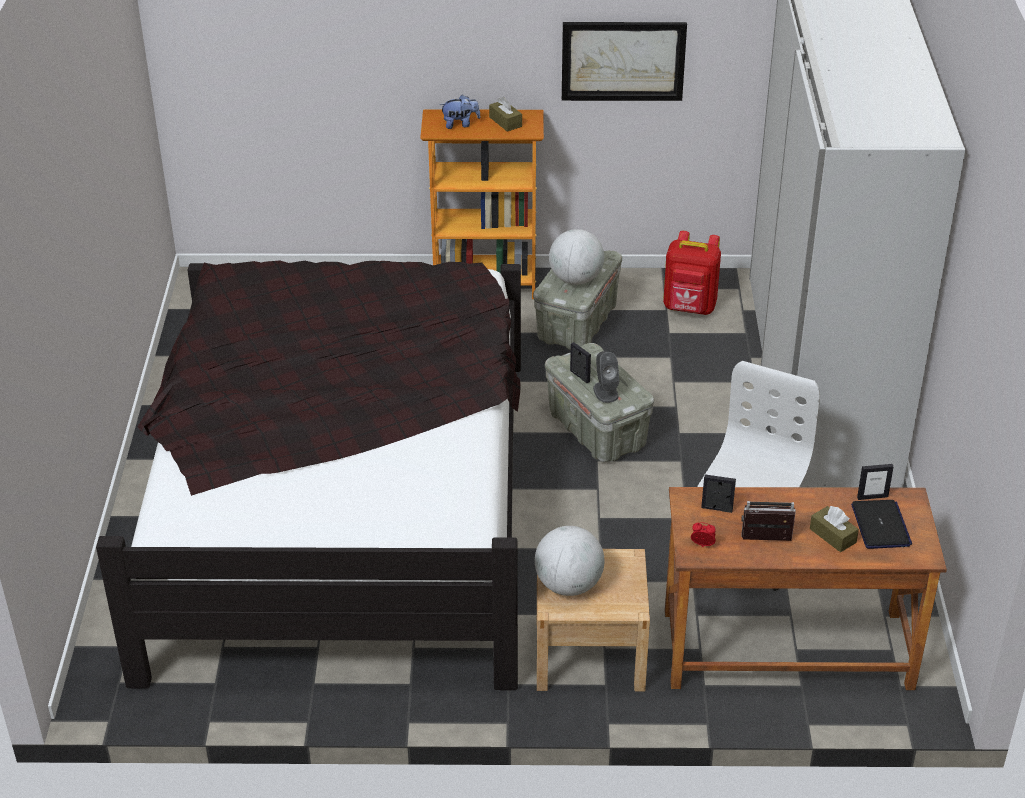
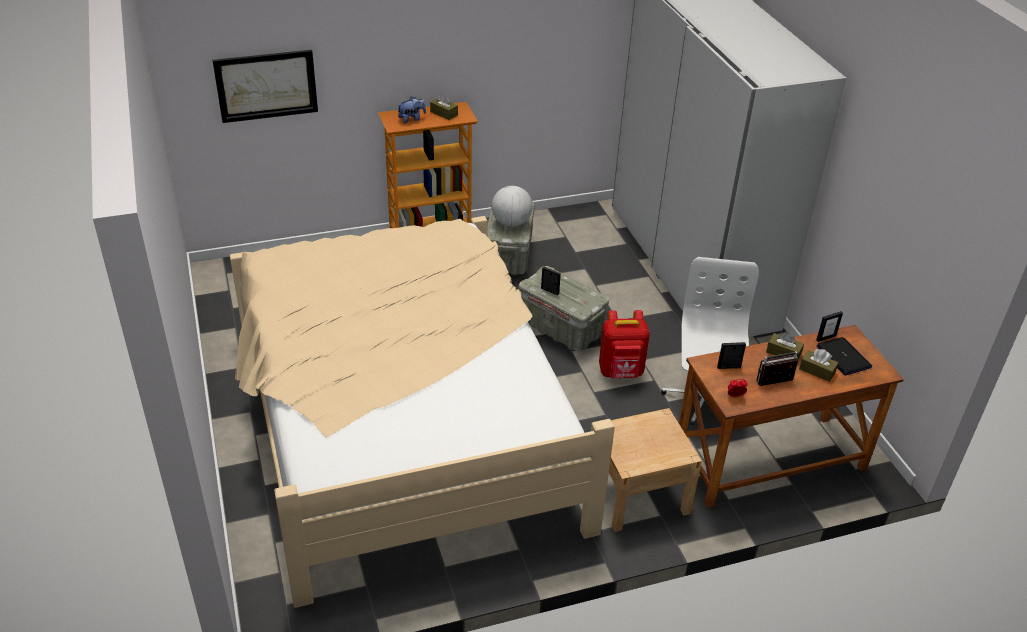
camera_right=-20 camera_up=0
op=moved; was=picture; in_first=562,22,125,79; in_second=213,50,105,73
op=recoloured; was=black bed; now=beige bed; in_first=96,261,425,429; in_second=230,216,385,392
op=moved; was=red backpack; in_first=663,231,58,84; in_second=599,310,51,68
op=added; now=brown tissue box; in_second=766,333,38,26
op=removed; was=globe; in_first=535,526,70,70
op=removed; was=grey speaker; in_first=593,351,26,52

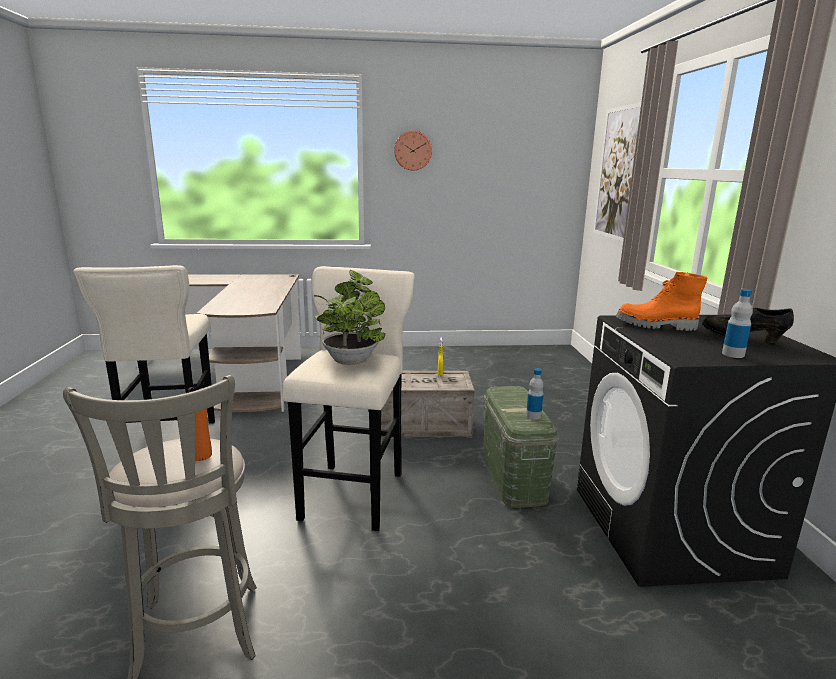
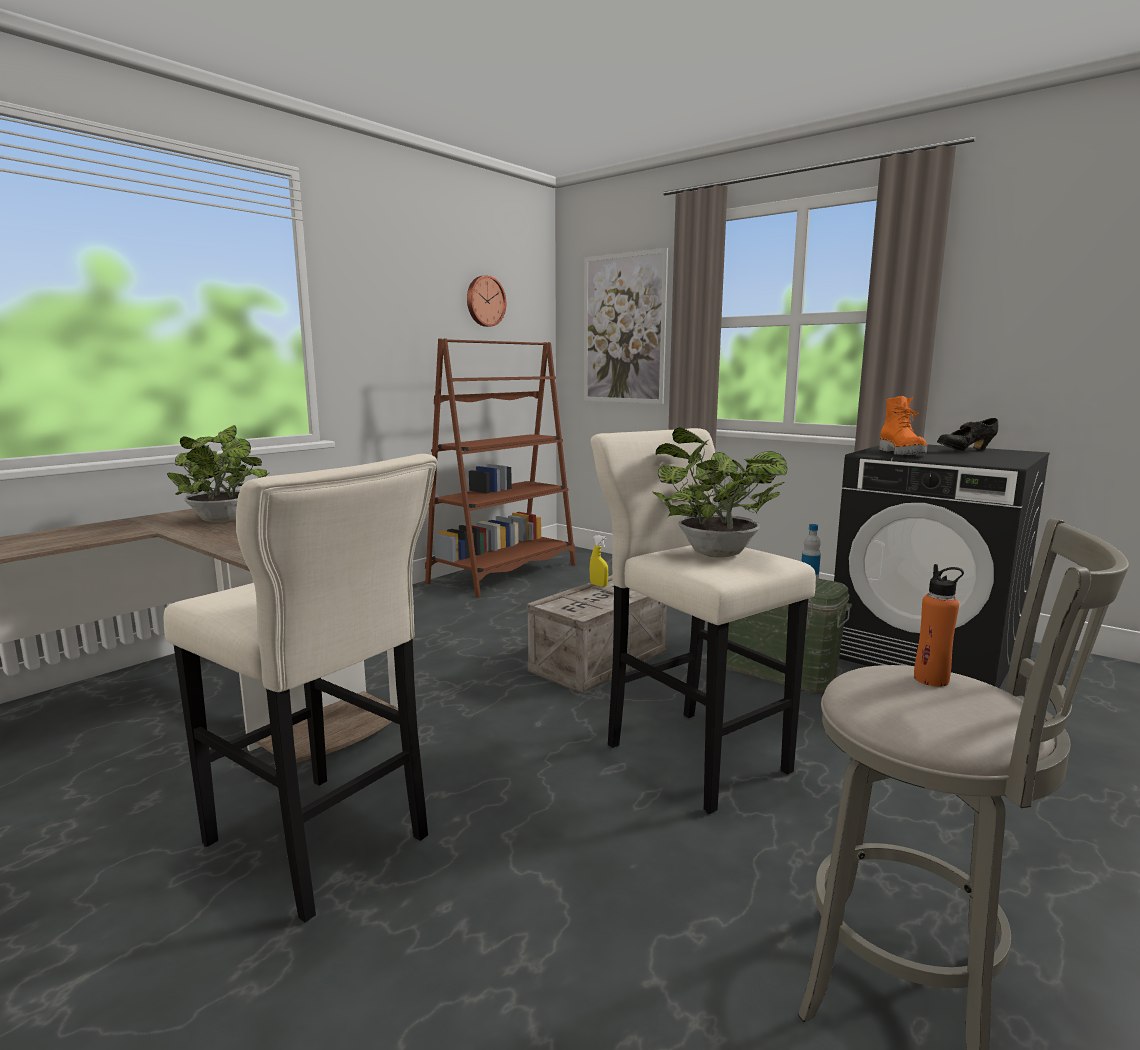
camera_right=-45 camera_up=-5
op=added; now=potted plant; in_second=167,425,102,97
op=added; now=brown bookcase; in_second=425,338,151,259
op=moved; was=wall clock; in_first=394,131,38,40; in_second=467,275,39,52
op=turned; was=orange boot; in_first=616,272,92,59; in_second=879,396,49,59; clockwise=-60
op=removed; was=bottle; in_first=722,289,31,69

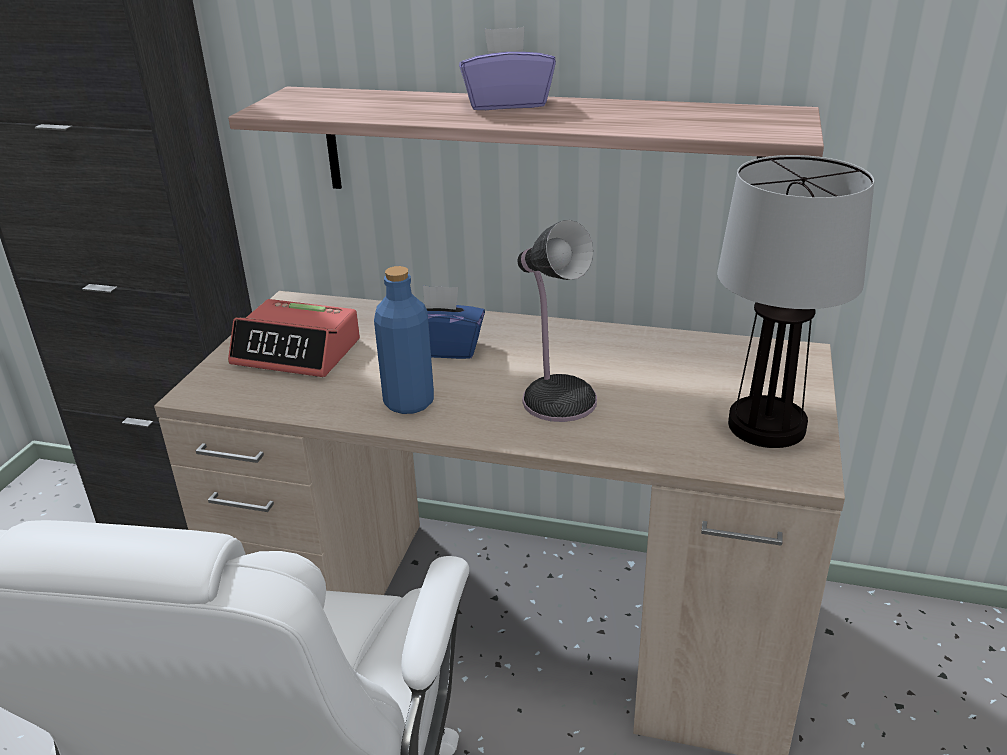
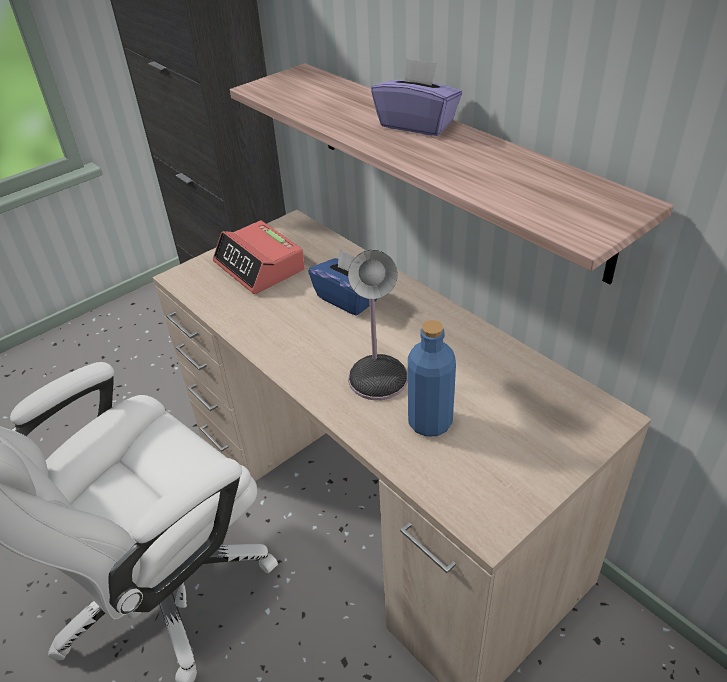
camera_right=35 camera_up=10
op=moved; was=blue bottle; in_first=374,266,60,148; in_second=408,320,48,117
op=removed; was=table lamp; in_first=717,155,157,293

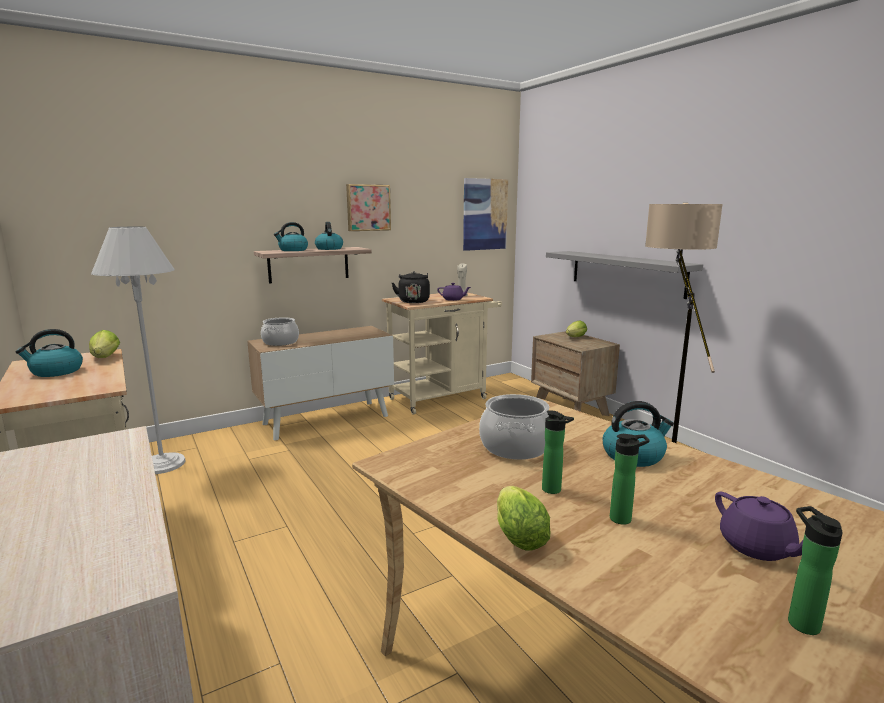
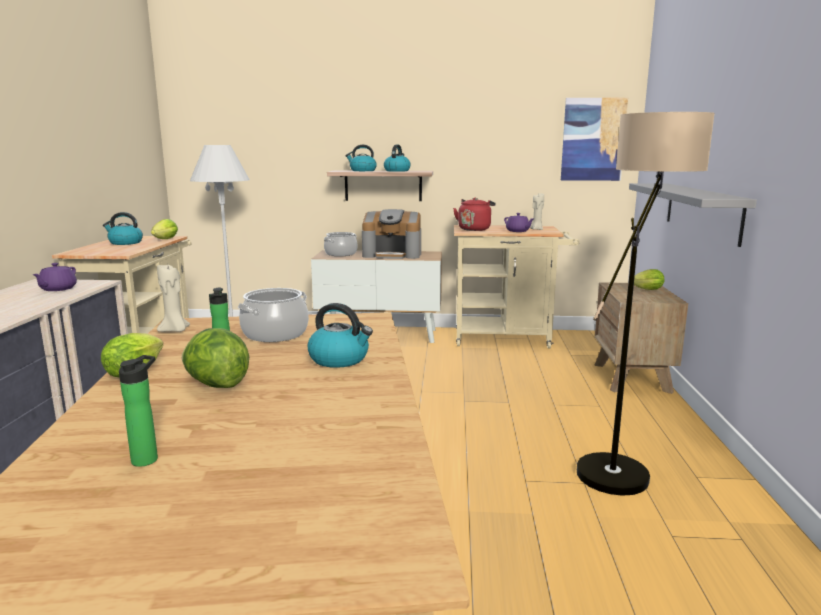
camera_right=35 camera_up=0
op=moved; was=purple teapot; in_first=715,492,88,69; in_second=32,263,45,28
op=added; now=beige candle; in_second=157,265,33,67
op=replaced; was=bottle; now=lettuce; in_first=610,434,40,91; in_second=182,328,67,60
op=added; now=coffee machine; in_second=362,209,59,50
op=recoloured; was=black kettle; now=red kettle; in_first=392,271,38,32; in_second=453,198,43,33
op=removed; was=picture; in_first=346,184,45,47

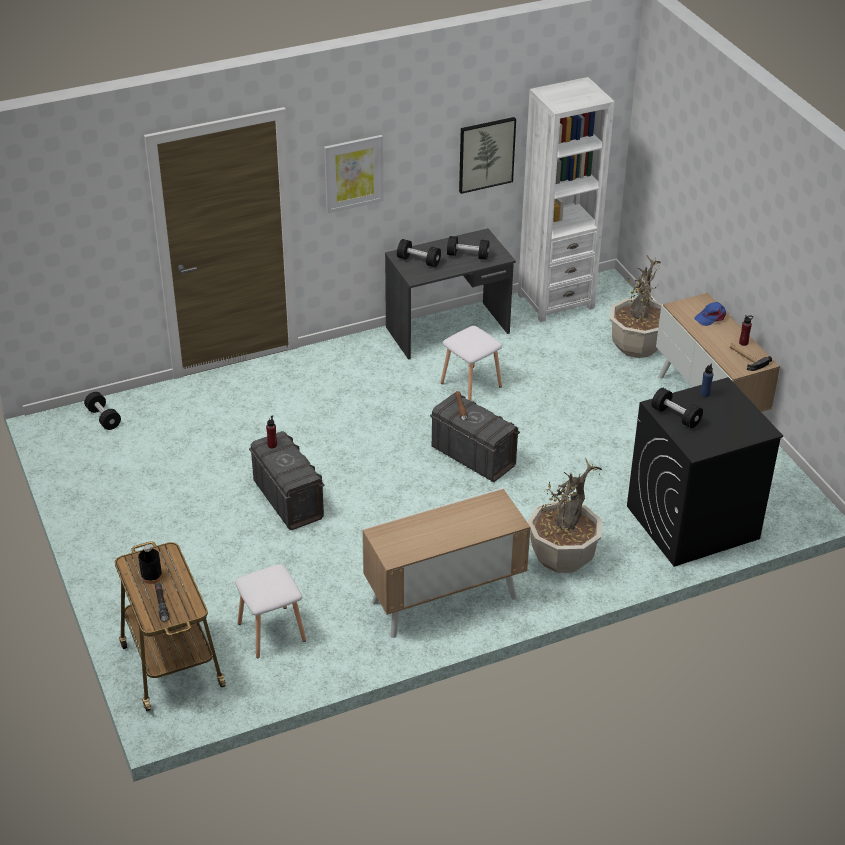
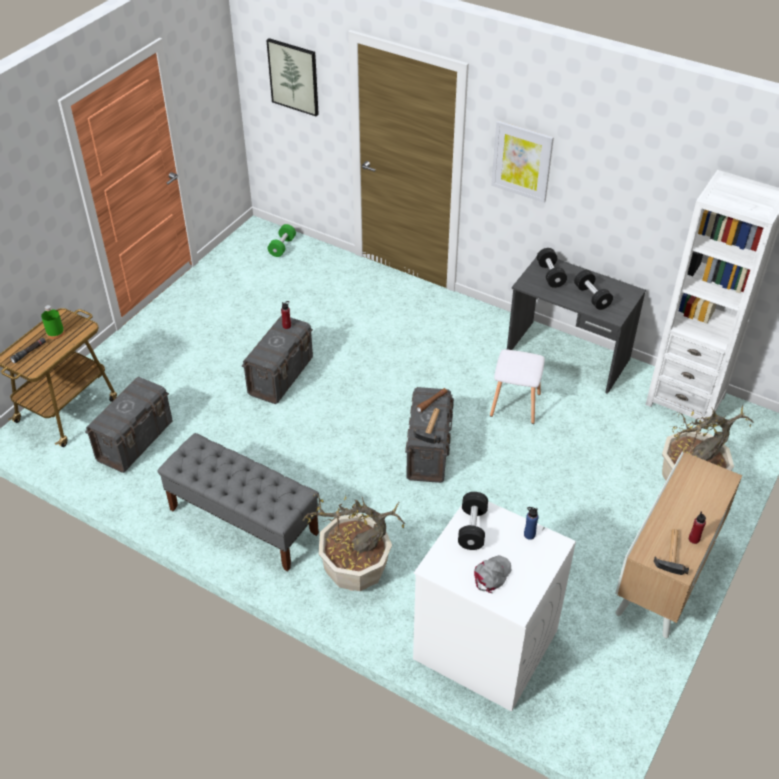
camera_right=55 camera_up=5
op=recoloured; was=black bottle; now=green bottle; in_first=138,544,25,40; in_second=41,305,24,34
op=replaced; was=white stool; now=grey storage box; in_first=235,564,71,94; in_second=85,377,88,96
op=replaced; was=cabinet; now=grey bench; in_first=362,488,168,150; in_second=158,433,161,138
op=moved; was=picture; in_first=459,117,57,77; in_second=266,38,53,78
op=recoloured; was=black dumbbell; now=green dumbbell; in_first=84,392,37,38; in_second=268,224,28,33
op=recoloured; was=black washing machine; now=white washing machine; in_first=627,377,156,190; in_second=413,501,163,211
op=added; now=hammer; in_second=414,408,26,36
op=added; now=grey cap; in_second=474,555,37,38
op=removed; was=blue cap; in_first=694,302,32,24

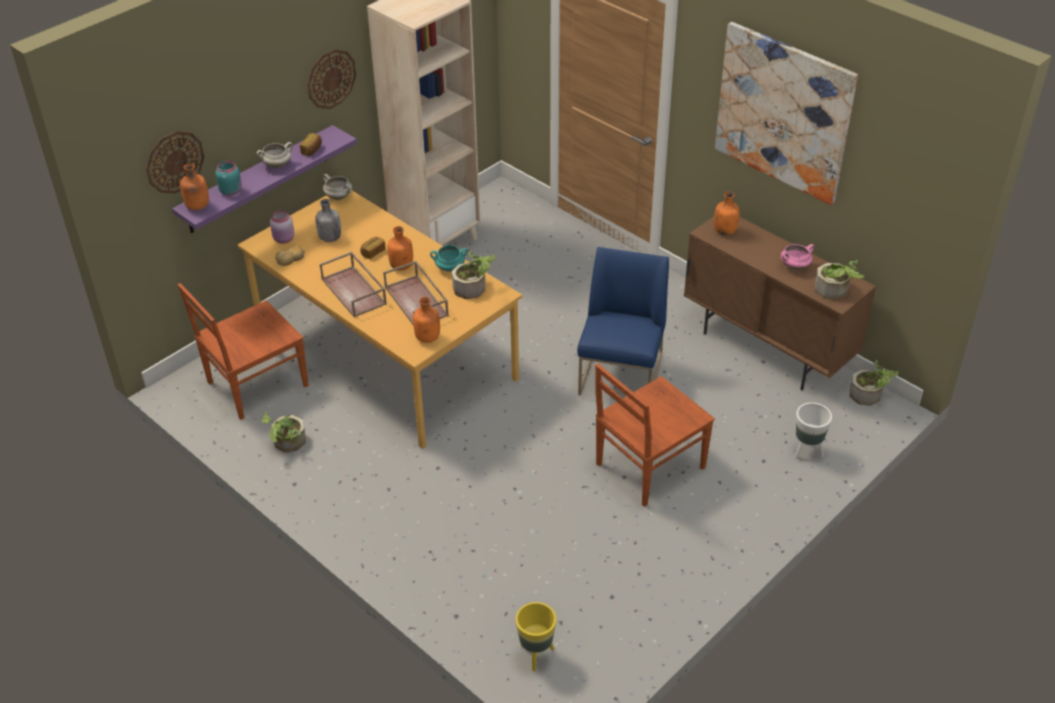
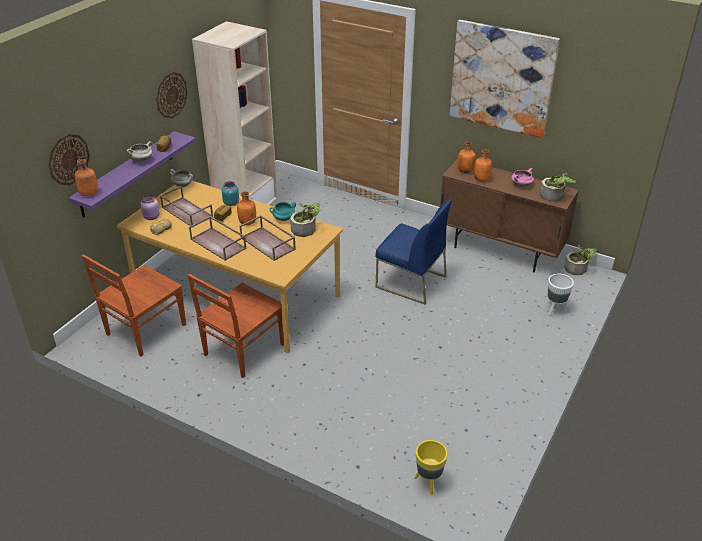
camera_right=-15 camera_up=-5
op=replaced; was=grey bottle; now=brown tray; in_first=315,199,26,43; in_second=160,186,53,40
op=moved; was=brown chair; in_first=595,363,120,144; in_second=188,274,96,104
op=moved; was=turquoise jar; in_first=215,161,27,35; in_second=222,181,17,25
op=turned; was=blue chair; in_first=577,247,92,148; in_second=376,199,76,106; clockwise=120
op=moved; was=orange bottle; in_first=413,297,27,46; in_second=474,149,18,32
op=removed; was=potted plant; in_first=262,411,44,41

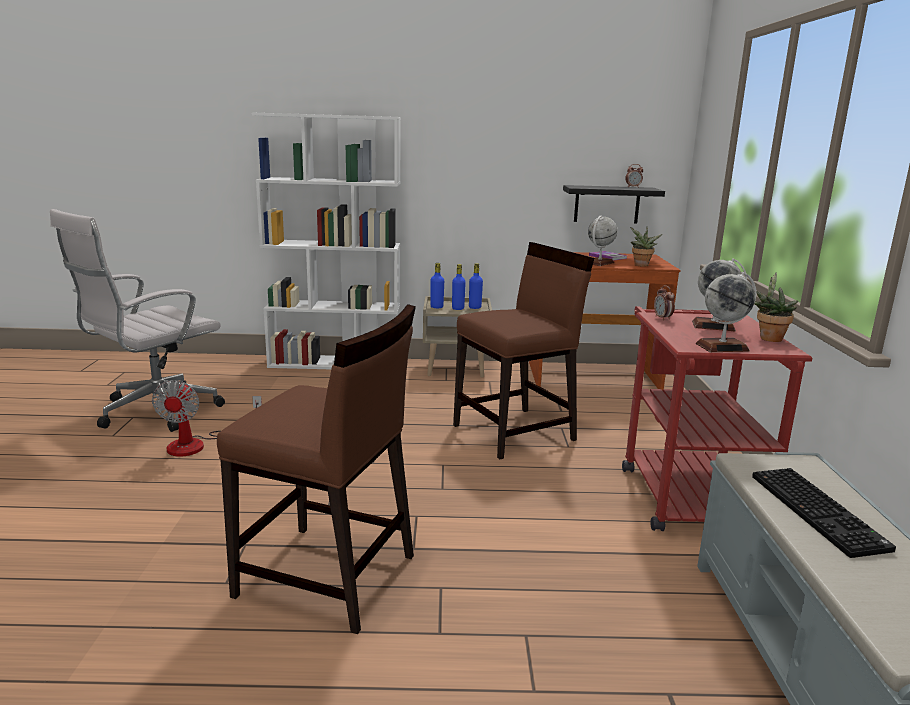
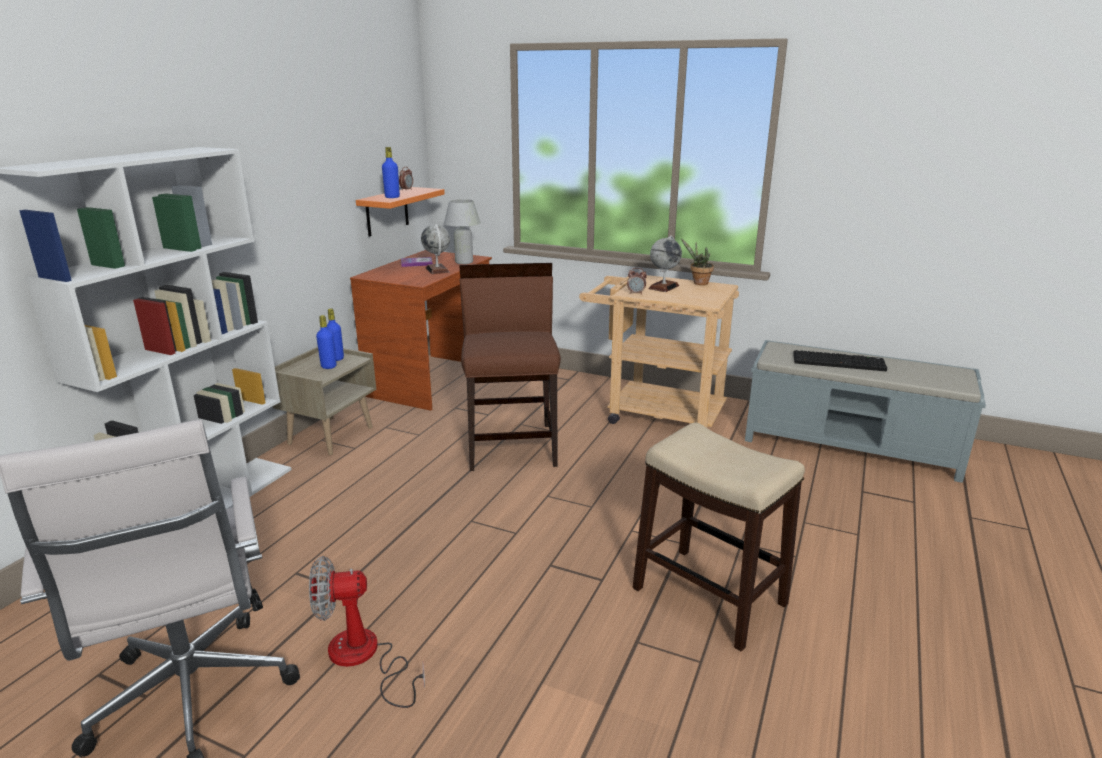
camera_right=-65 camera_up=5
op=turned; was=fan; in_first=152,380,110,76; in_second=309,556,116,152; clockwise=150
op=recoloured; was=black shelf; now=orange shelf; in_first=563,185,102,39; in_second=356,187,89,49
op=moved; was=blue bottle; in_first=430,263,14,45; in_second=382,147,18,51
op=replaced; was=potted plant; now=white table lamp; in_first=630,227,32,40; in_second=444,199,37,65
op=recoloured; was=red cart; now=beige cart; in_first=622,306,190,225; in_second=579,275,160,153
op=replaced; was=brown chair; now=stool; in_first=217,304,199,330; in_second=633,423,172,228
op=removed; was=globe; in_first=696,272,61,80

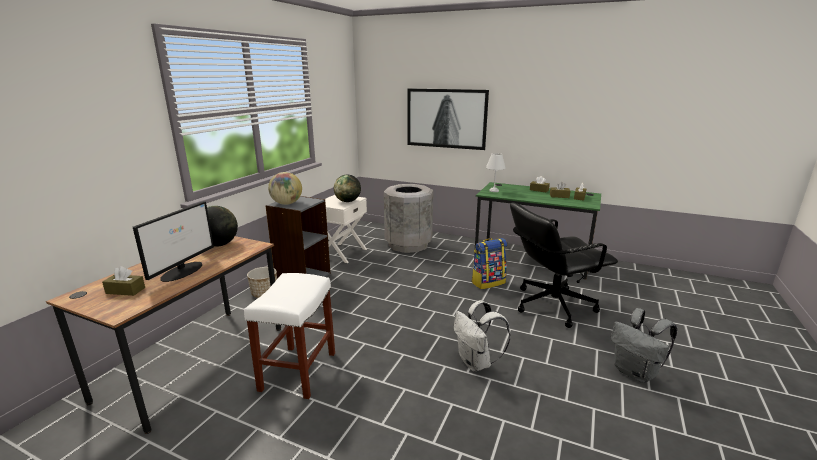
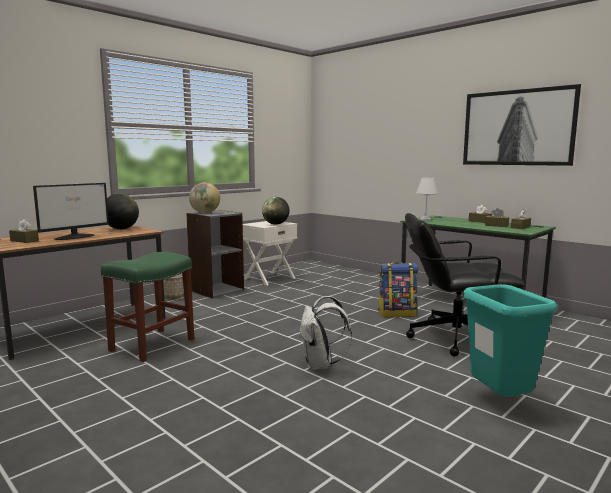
camera_right=20 camera_up=-10
op=recoloured; was=white stool; now=green stool; in_first=244,273,91,126; in_second=101,252,93,110
op=moved; was=picture; in_first=408,88,81,62; in_second=463,84,118,82
op=replaced; was=grey backpack; now=turquoise trash can; in_first=611,308,67,75; in_second=463,284,95,113
op=removed; was=grey trash can; in_first=384,184,49,69

